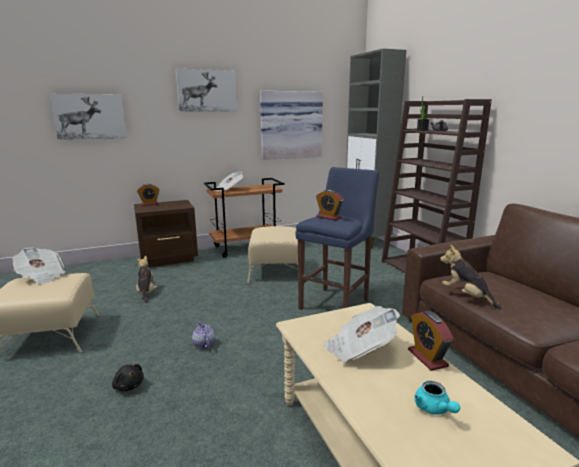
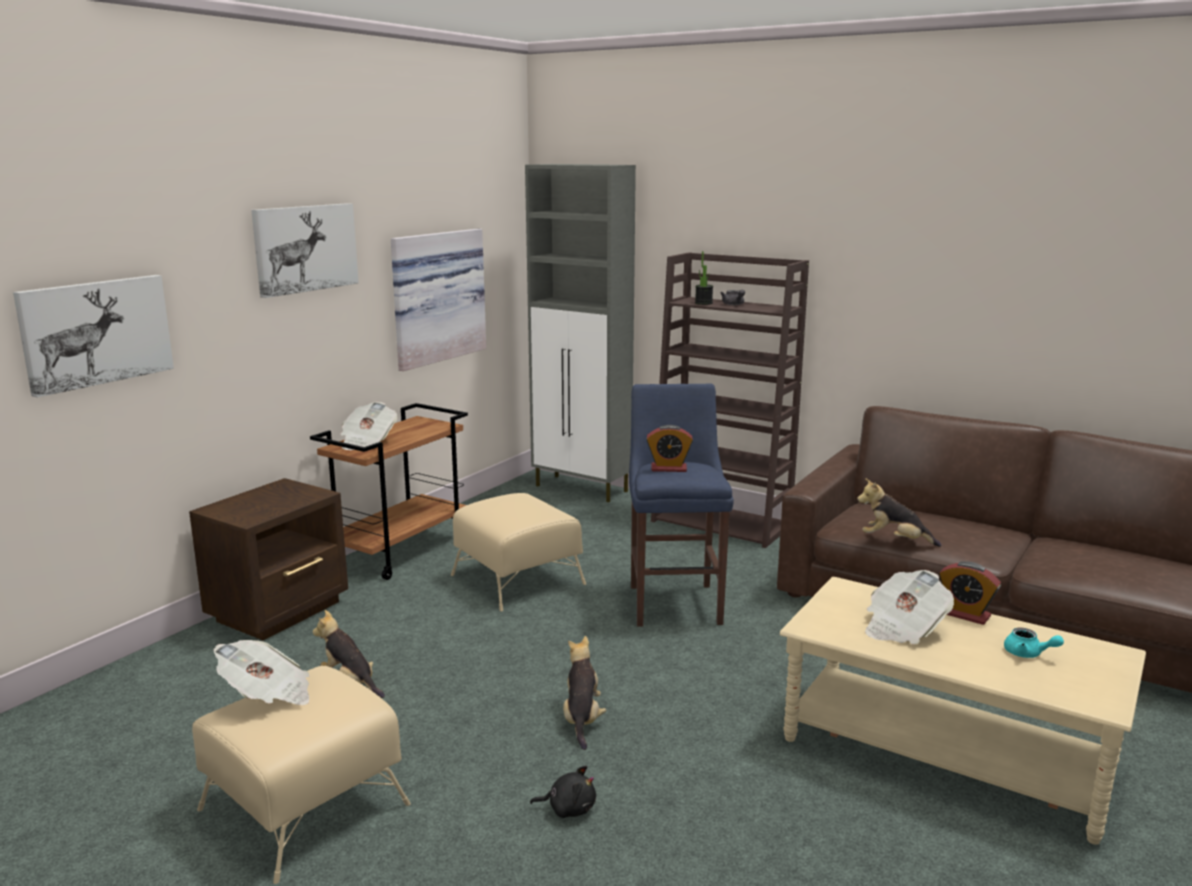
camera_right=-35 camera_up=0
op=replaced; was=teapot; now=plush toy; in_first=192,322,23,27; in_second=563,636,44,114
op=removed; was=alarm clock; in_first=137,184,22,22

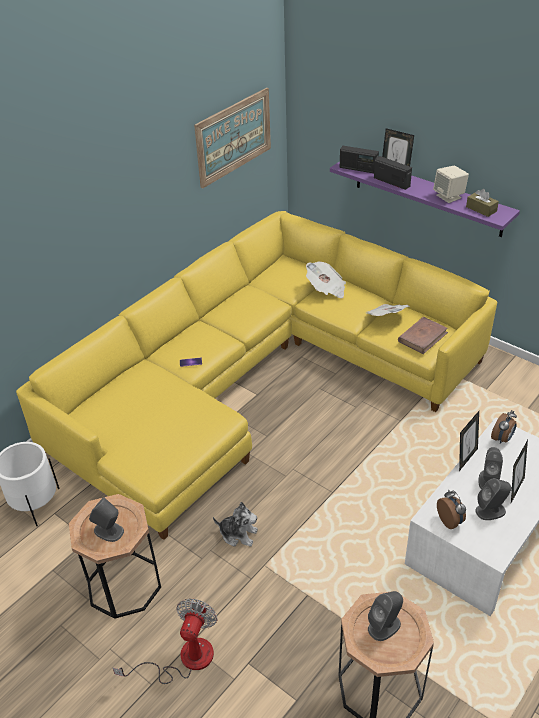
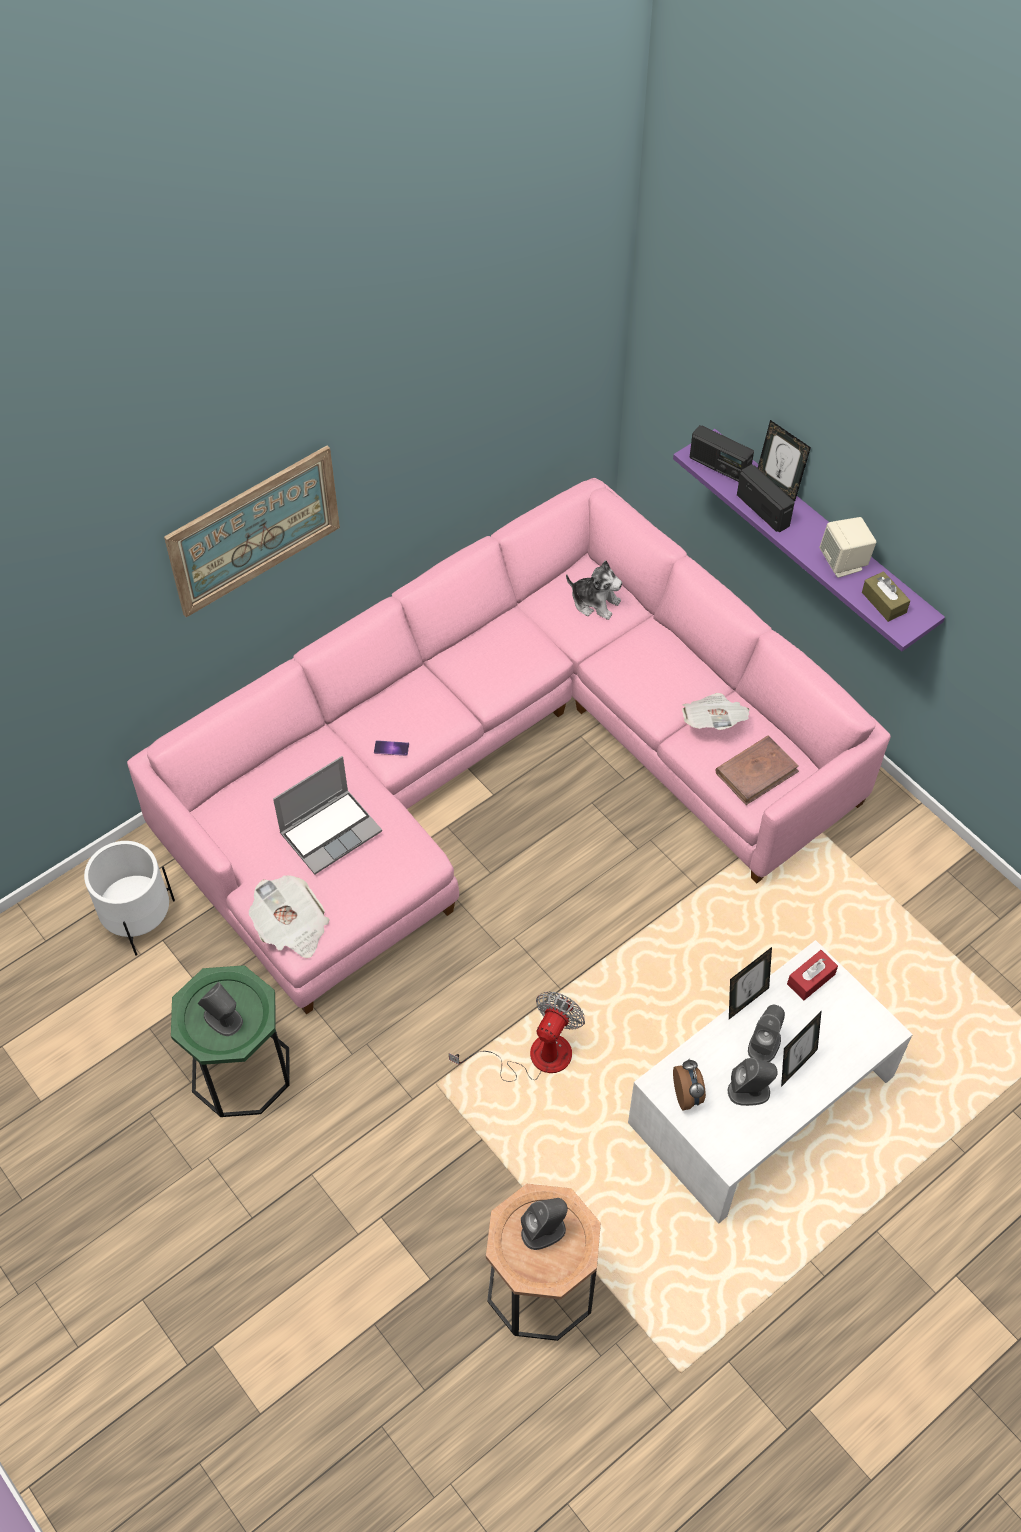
camera_right=10 camera_up=15
op=recoloured; was=yellow sofa; now=pink sofa; in_first=16,211,481,329; in_second=127,478,764,537
op=moved; was=picture; in_first=194,88,77,101; in_second=164,445,176,172
op=recoloured; was=brown side table; now=green side table; in_first=69,494,92,125; in_second=171,965,119,152
op=moved; was=newspaper; in_first=306,261,40,37; in_second=249,875,80,83
op=added; now=laptop; in_second=273,756,109,118
op=moved; was=fan; in_first=113,599,104,85; in_second=449,991,136,91
op=moved; was=plush toy; in_first=213,502,45,45; in_second=566,560,56,60
op=replaced; was=alarm clock; now=red tissue box; in_first=491,410,26,34; in_second=787,950,51,50

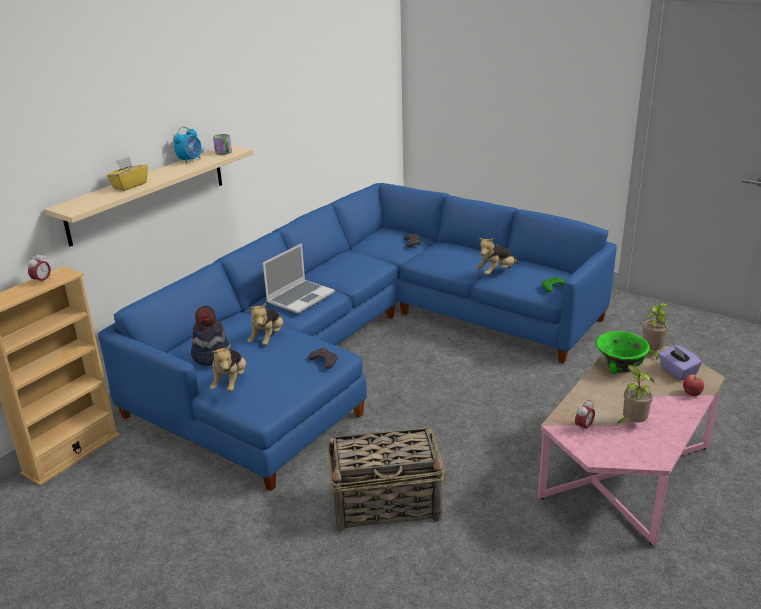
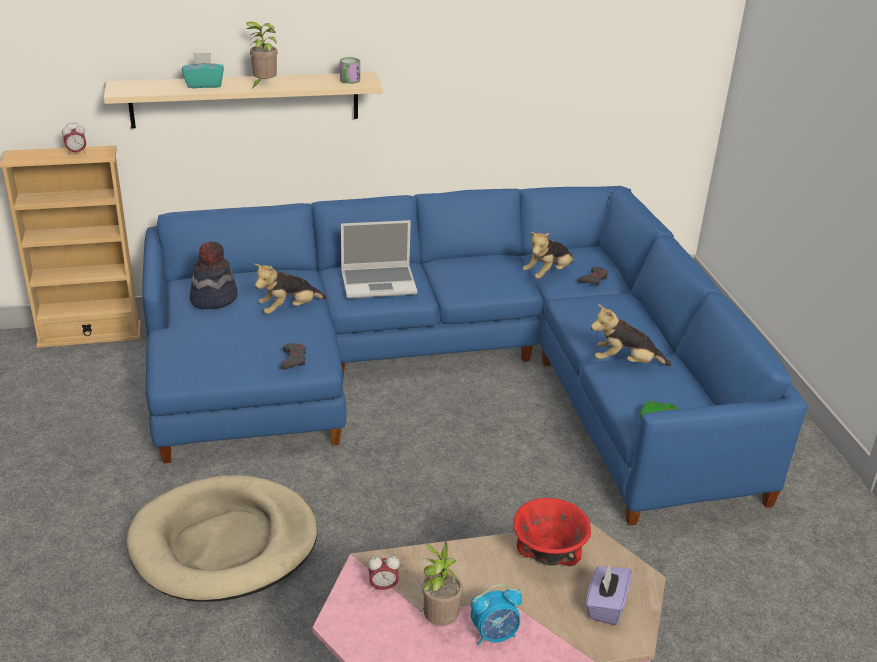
camera_right=40 camera_up=5
op=replaced; was=basket; now=beige dog bed; in_first=327,427,119,105; in_second=126,475,191,127
op=recoloured; was=yellow tissue box; now=turquoise tissue box; in_first=107,157,41,34; in_second=182,53,42,35
op=moved; was=potted plant; in_first=642,303,26,56; in_second=246,22,31,65
op=moved; was=alarm clock; in_first=173,126,29,38; in_second=471,584,51,61
op=recoloured; was=green bowl; now=red bowl; in_first=596,331,54,43; in_second=513,498,78,68
op=moved; was=plush toy; in_first=210,345,36,47; in_second=523,232,51,47
op=removed; was=apple; in_first=683,375,21,21

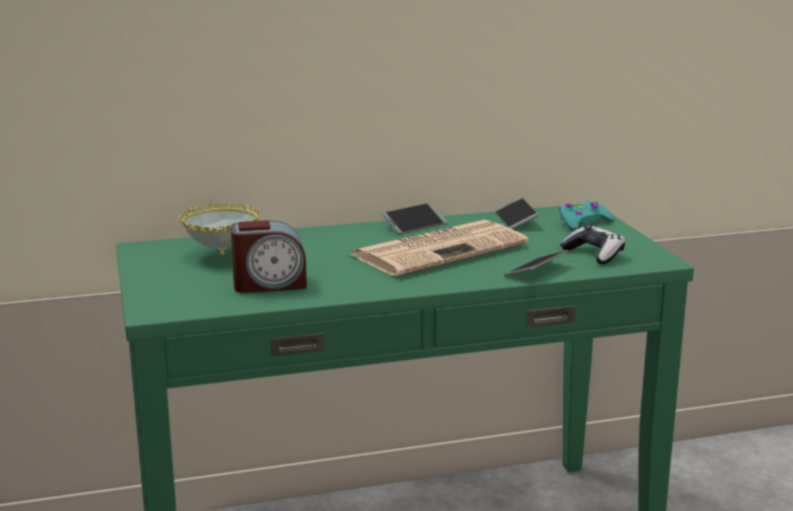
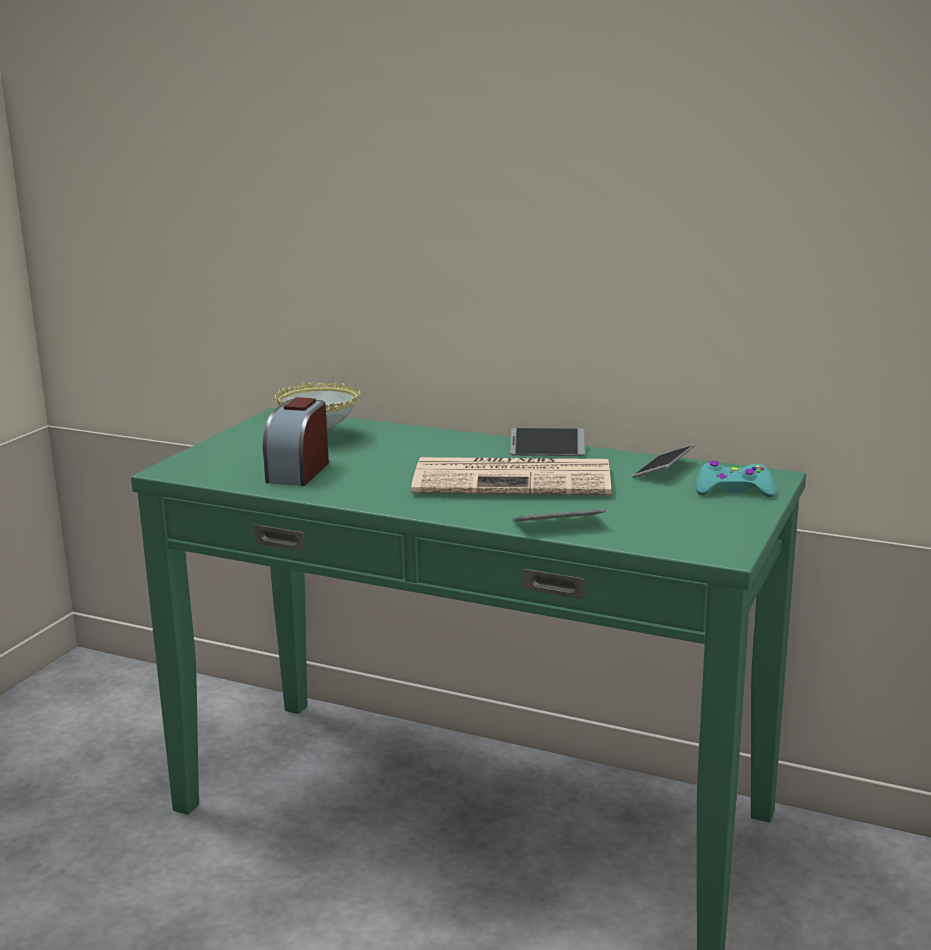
camera_right=40 camera_up=0
op=turned; was=alarm clock; in_first=231,220,76,73; in_second=262,397,67,89; clockwise=75
op=removed; was=game controller; in_first=560,225,65,39

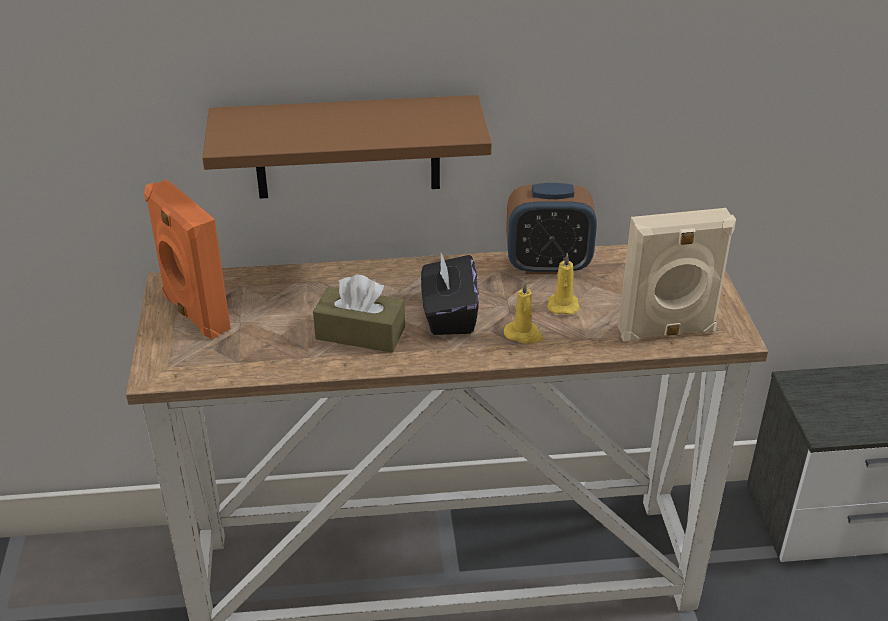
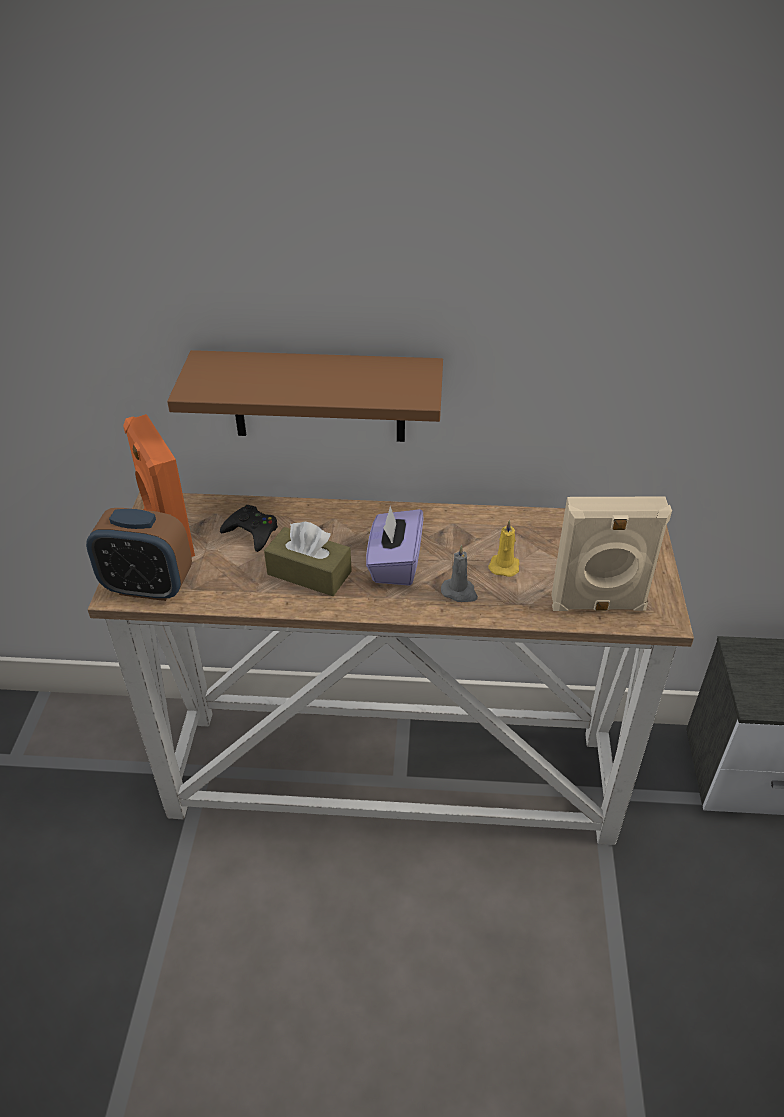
camera_right=10 camera_up=5
op=moved; was=alarm clock; in_first=506,183,91,91; in_second=86,508,106,93
op=added; now=black game controller; in_second=220,505,58,47
op=recoloured; was=black tissue box; now=purple tissue box; in_first=421,253,58,82; in_second=366,506,57,80
op=recoloured; was=yellow candle; now=grey candle; in_first=504,281,40,63; in_second=441,545,37,57

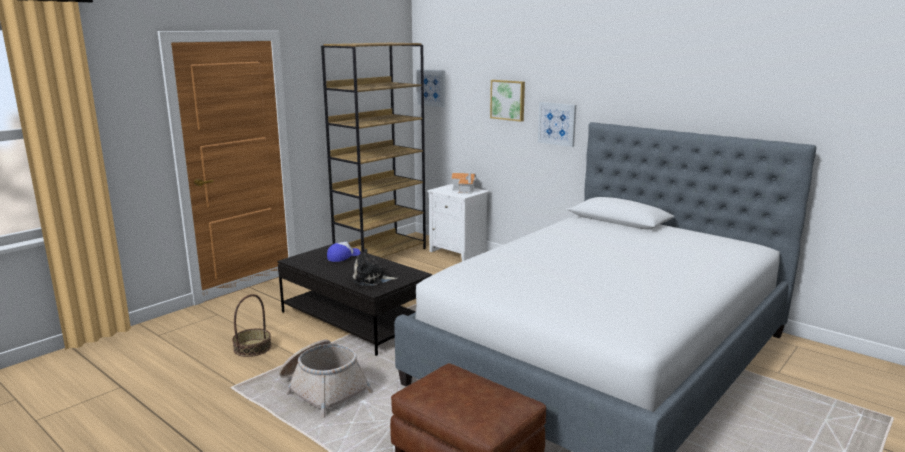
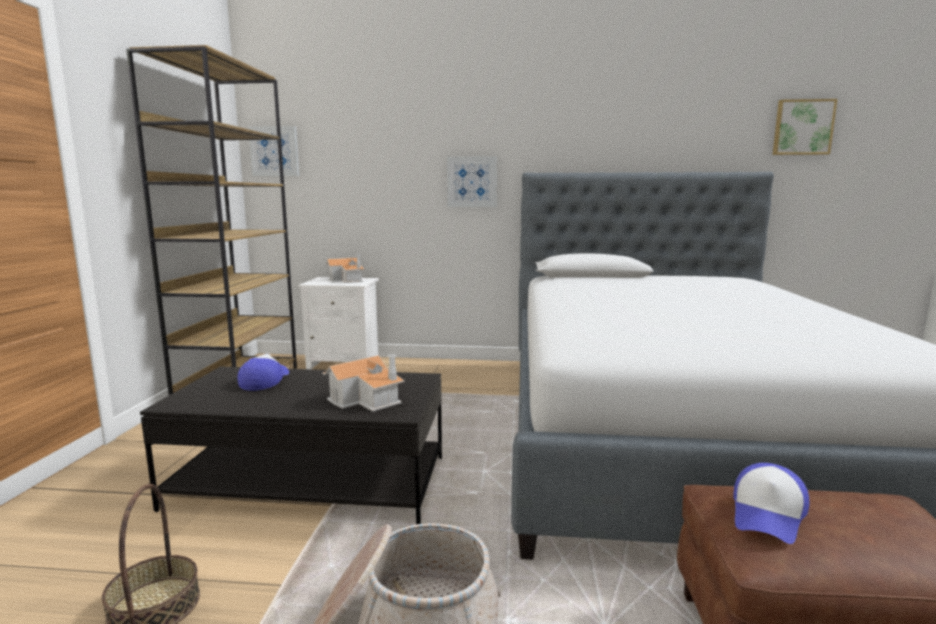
camera_right=-35 camera_up=-5
op=replaced; was=plush toy; now=toy house; in_first=353,249,45,36; in_second=322,354,82,58
op=added; now=cap; in_second=733,463,76,81
op=moved; was=picture; in_first=490,80,35,42; in_second=773,99,64,56

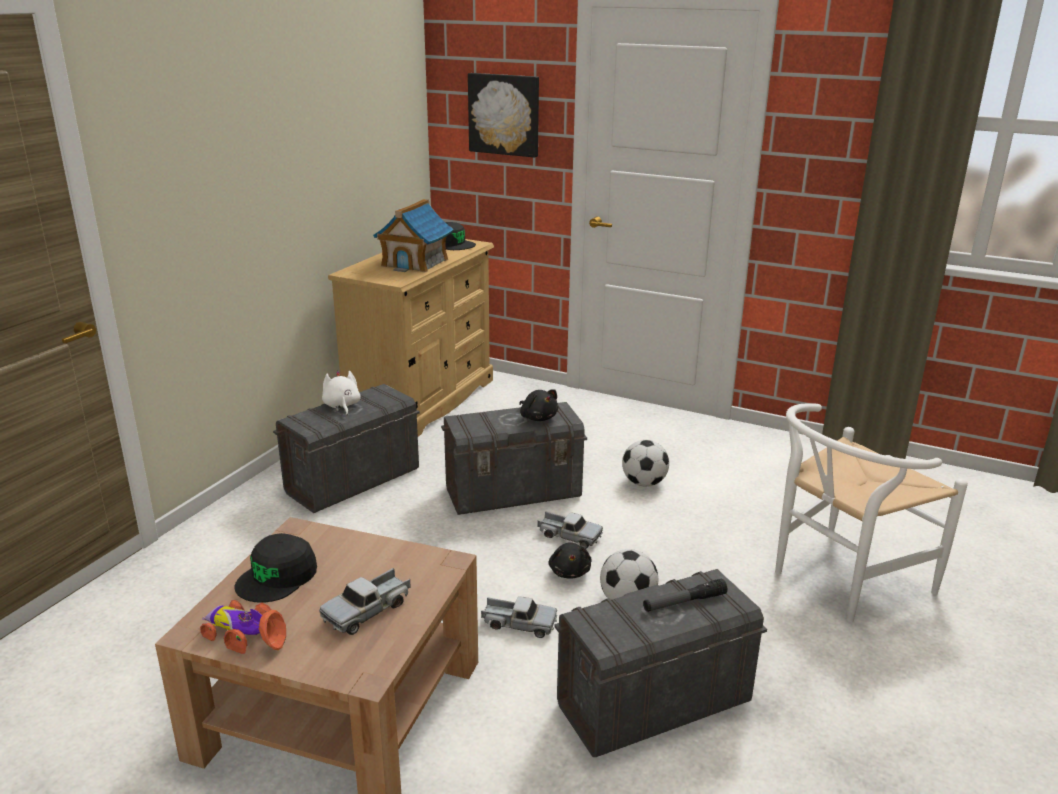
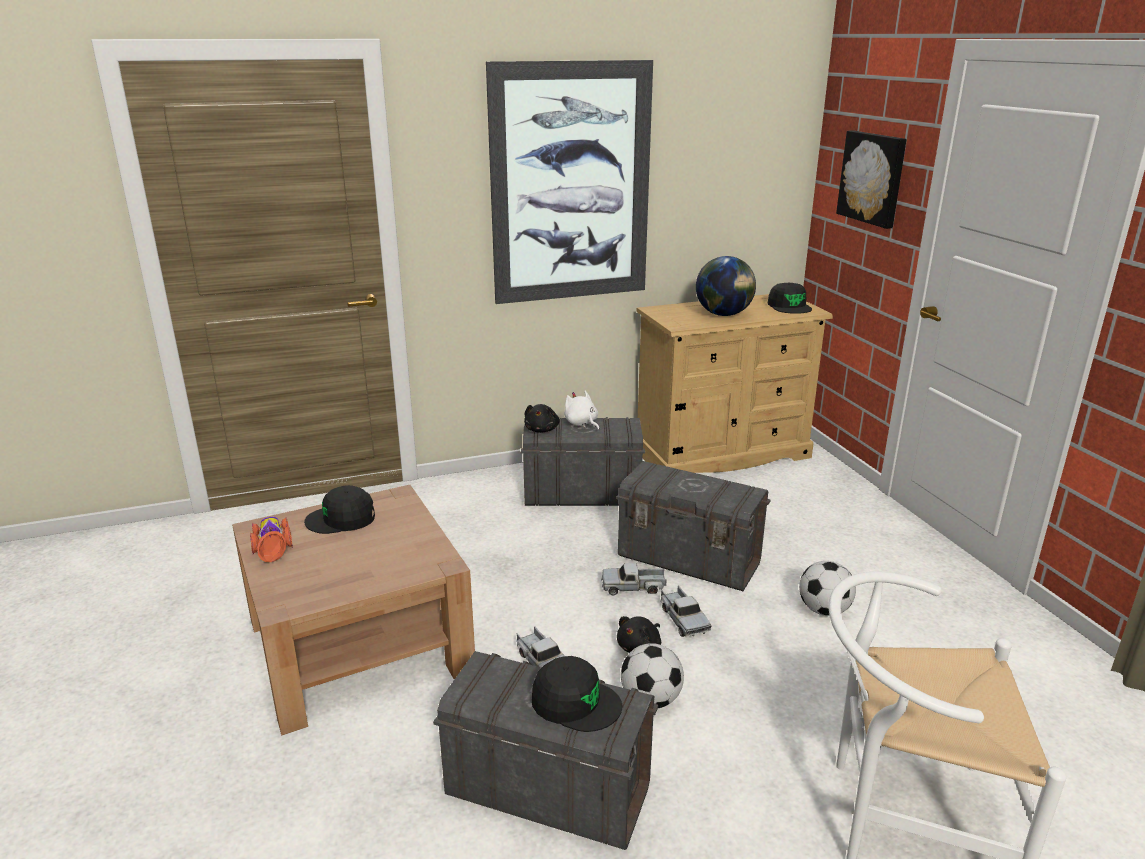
camera_right=45 camera_up=0
op=added; now=picture; in_second=486,60,167,244
op=moved; was=black plush toy; in_first=519,389,39,32; in_second=524,404,36,29
op=replaced; was=flashlight; now=black cap; in_first=643,579,84,33; in_second=532,656,90,76
op=turned; was=white plush toy; in_first=322,371,39,45; in_second=564,391,35,40; clockwise=-60
op=moved; was=toy truck; in_first=319,568,92,67; in_second=601,563,66,33
op=replaced; was=toy house; now=globe; in_first=373,199,81,74; in_second=696,256,60,60

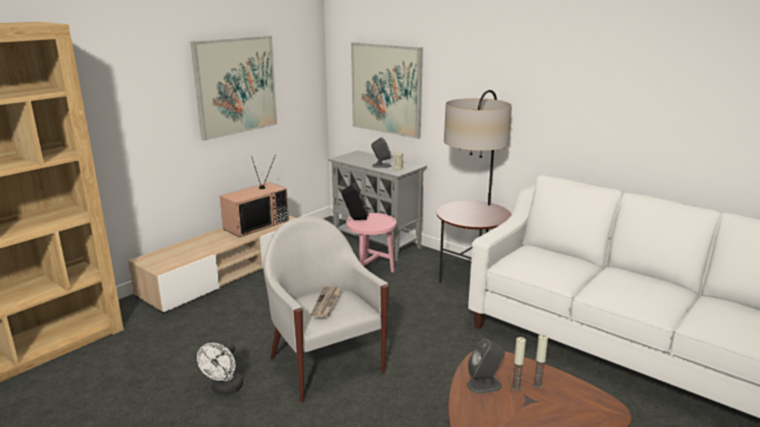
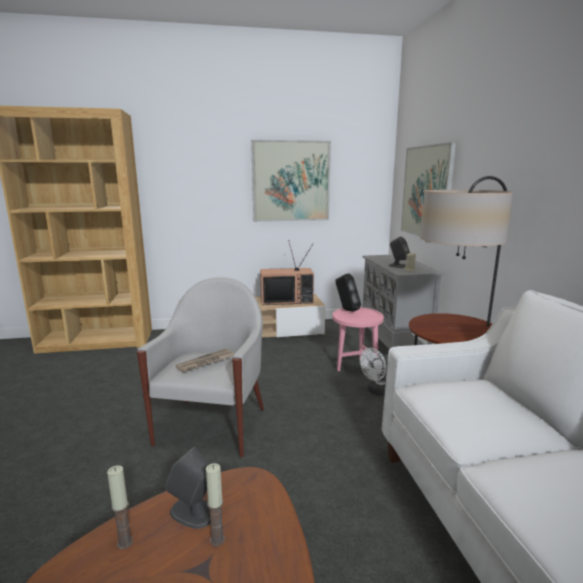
camera_right=40 camera_up=-5
op=moved; was=candle; in_first=533,335,15,53; in_second=107,465,26,84
op=moved; was=white fan; in_first=197,342,46,53; in_second=360,348,28,48

